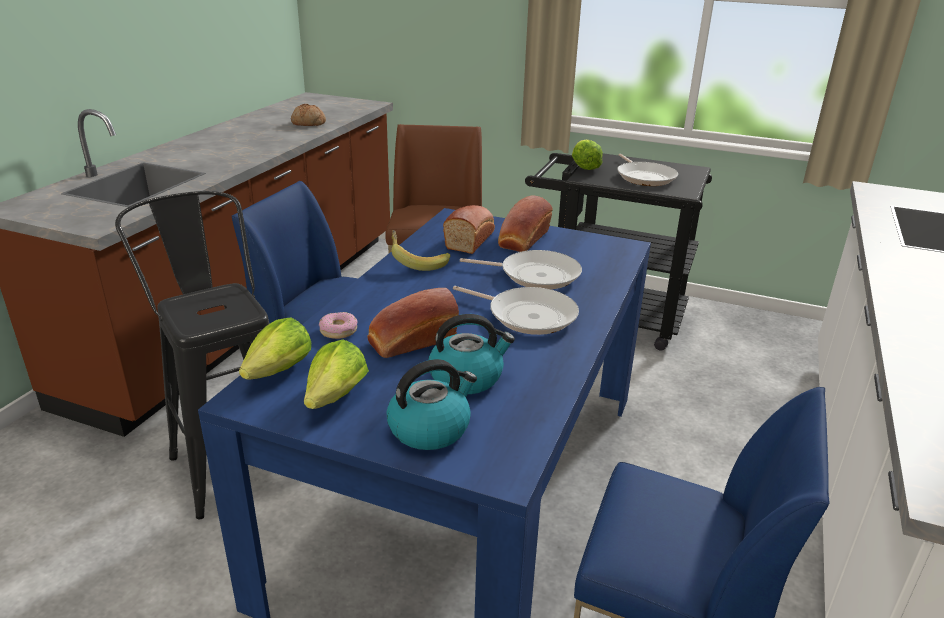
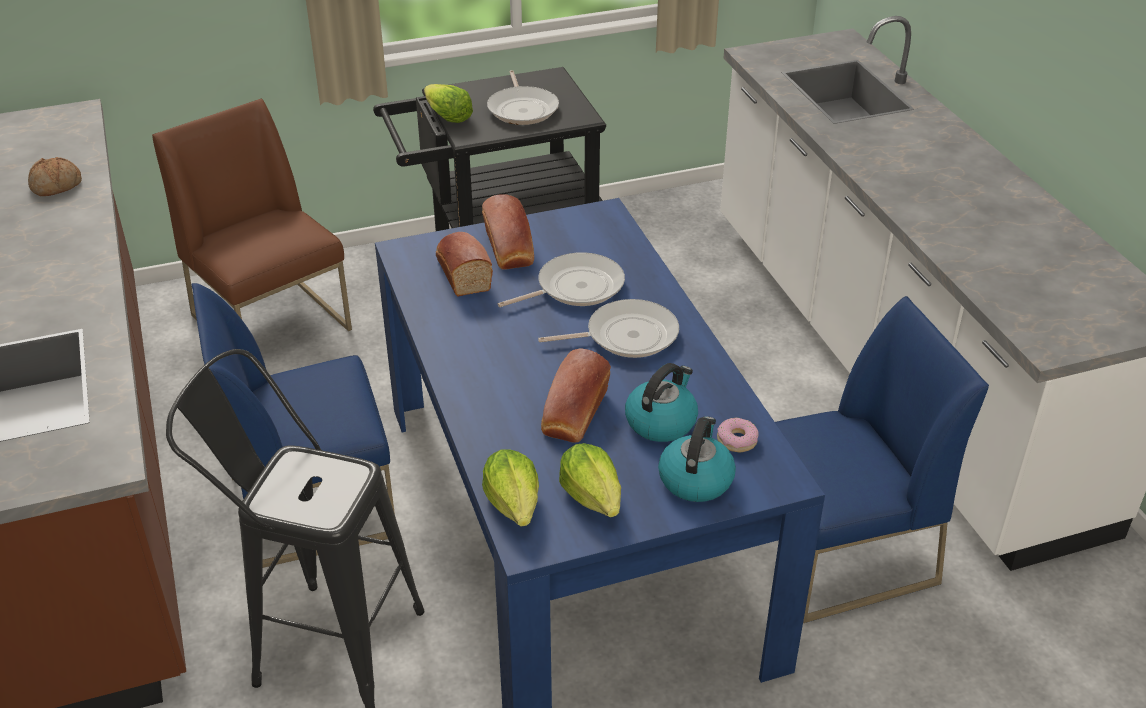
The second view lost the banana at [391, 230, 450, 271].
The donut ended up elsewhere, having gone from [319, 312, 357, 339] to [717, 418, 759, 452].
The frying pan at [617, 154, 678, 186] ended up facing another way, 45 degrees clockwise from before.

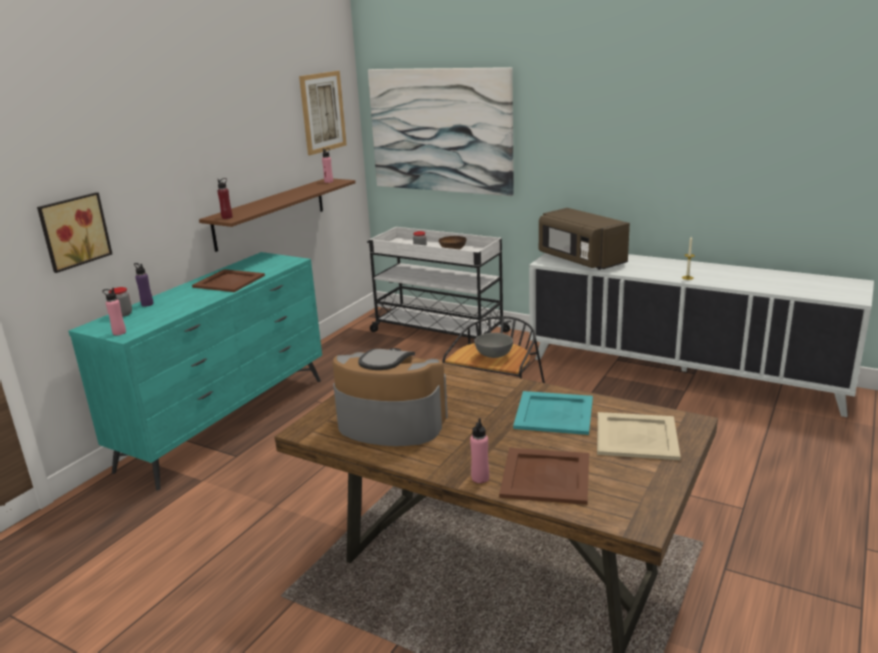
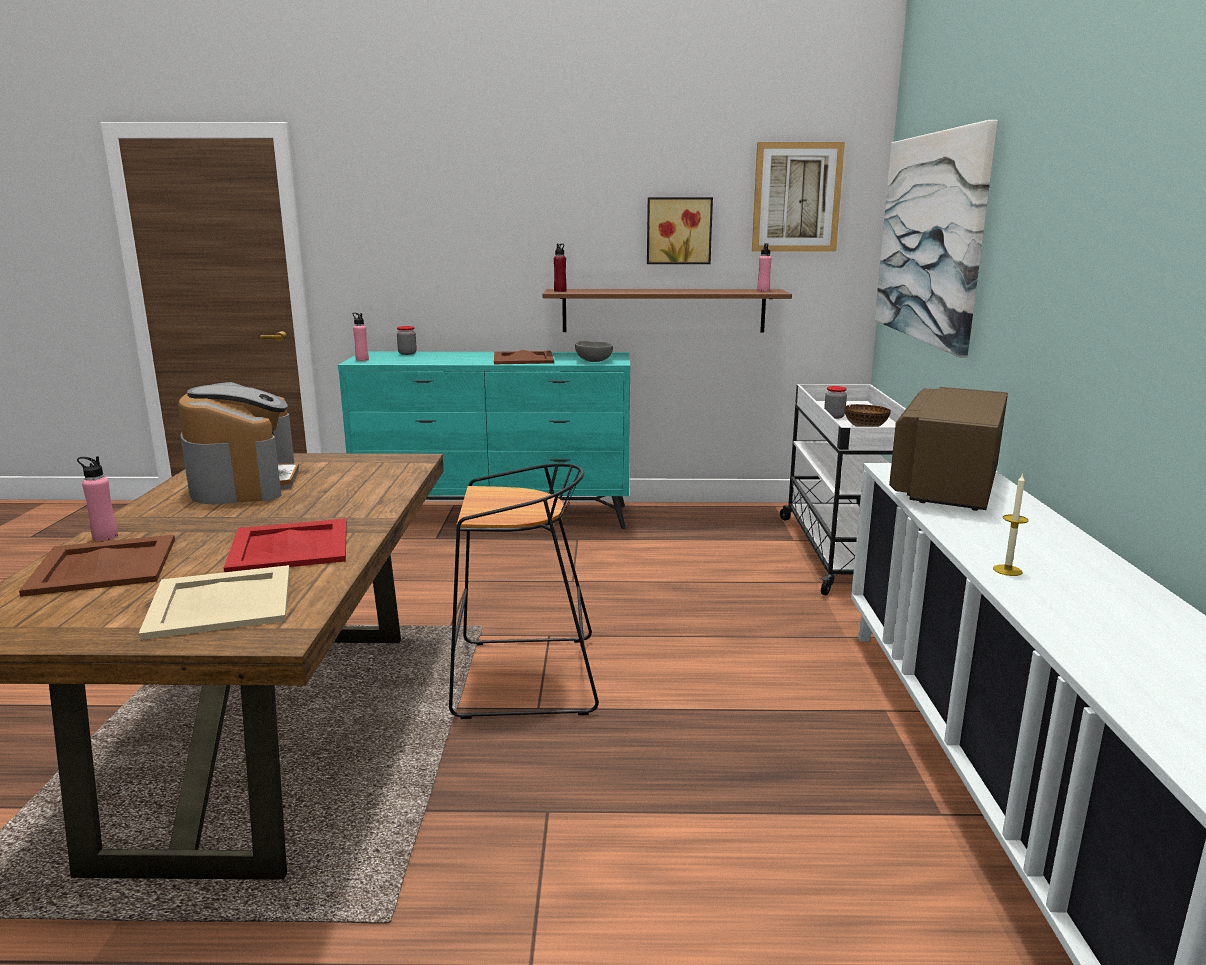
The second view lost the purple bottle at [134, 263, 154, 307].
The picture ended up elsewhere, having gone from [37, 192, 112, 273] to [647, 197, 713, 264].
The grey bowl ended up elsewhere, having gone from [474, 333, 513, 358] to [575, 341, 613, 362].
What was the turquoise tray at [513, 391, 593, 435] turned into the red tray at [224, 519, 347, 572].

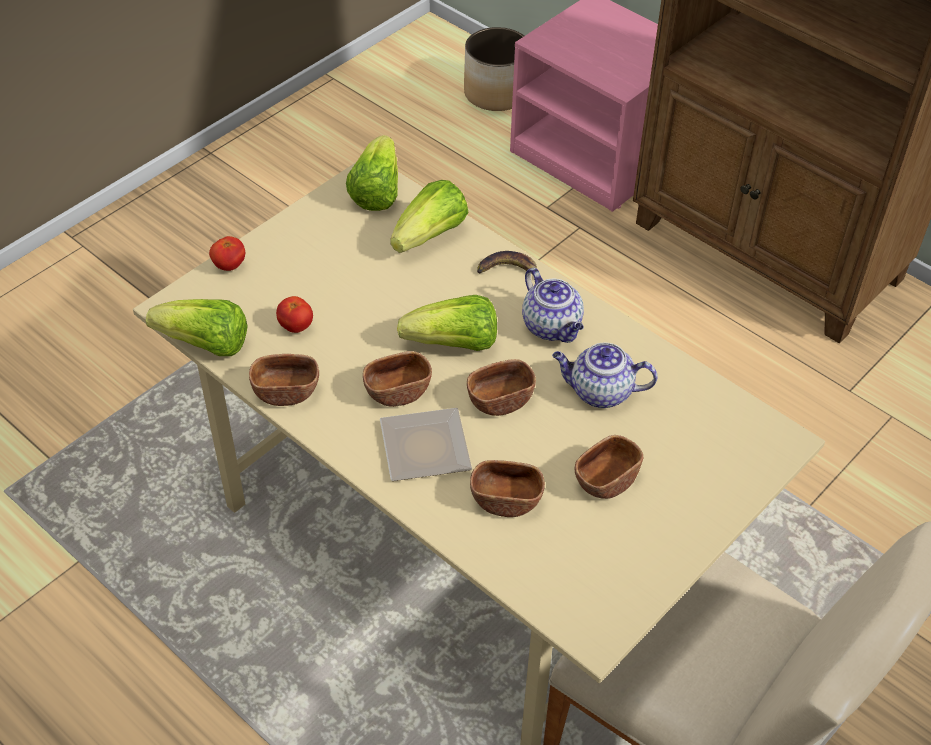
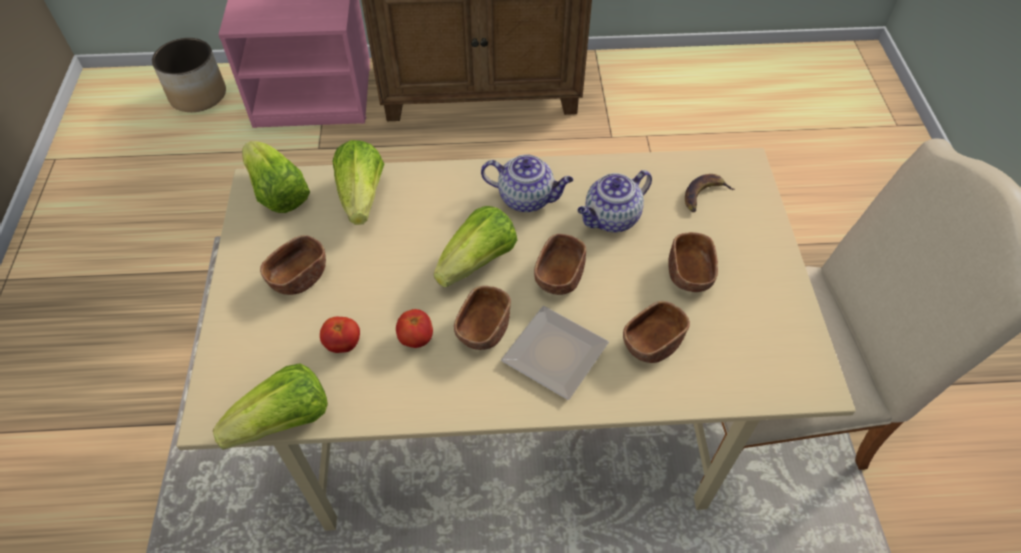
The tomato ended up elsewhere, having gone from [209, 236, 245, 271] to [396, 309, 433, 348].
The brown bowl ended up elsewhere, having gone from [249, 354, 319, 406] to [260, 235, 326, 295].
The banana ended up elsewhere, having gone from [477, 251, 537, 280] to [685, 174, 735, 212].

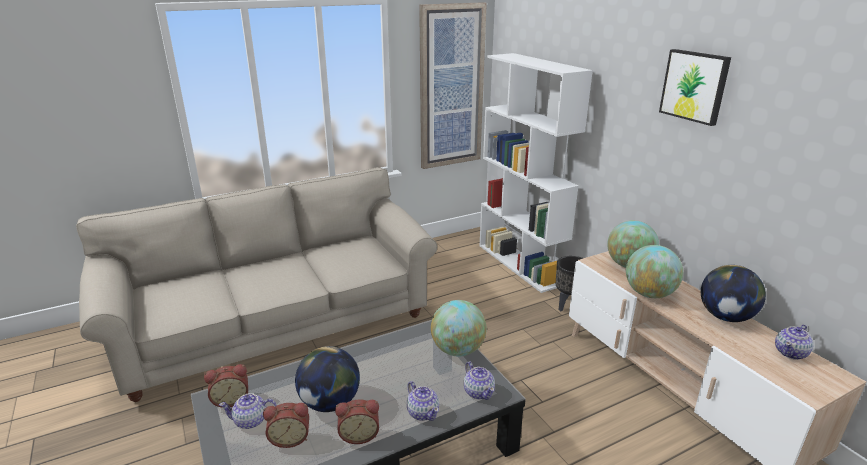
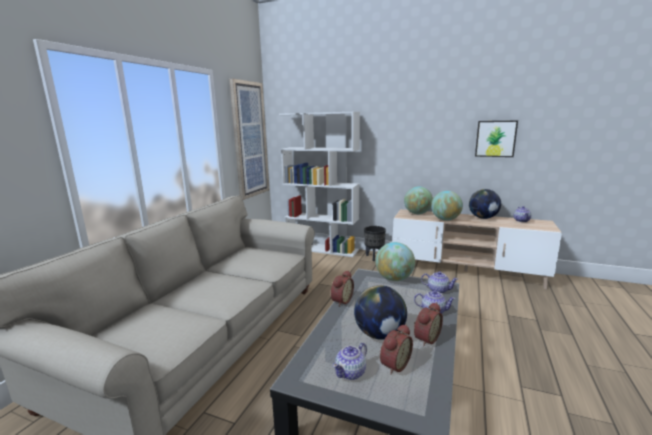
The alarm clock ended up elsewhere, having gone from [204, 364, 248, 408] to [331, 270, 354, 306].
The picture ended up elsewhere, having gone from [659, 49, 731, 126] to [475, 120, 518, 157].

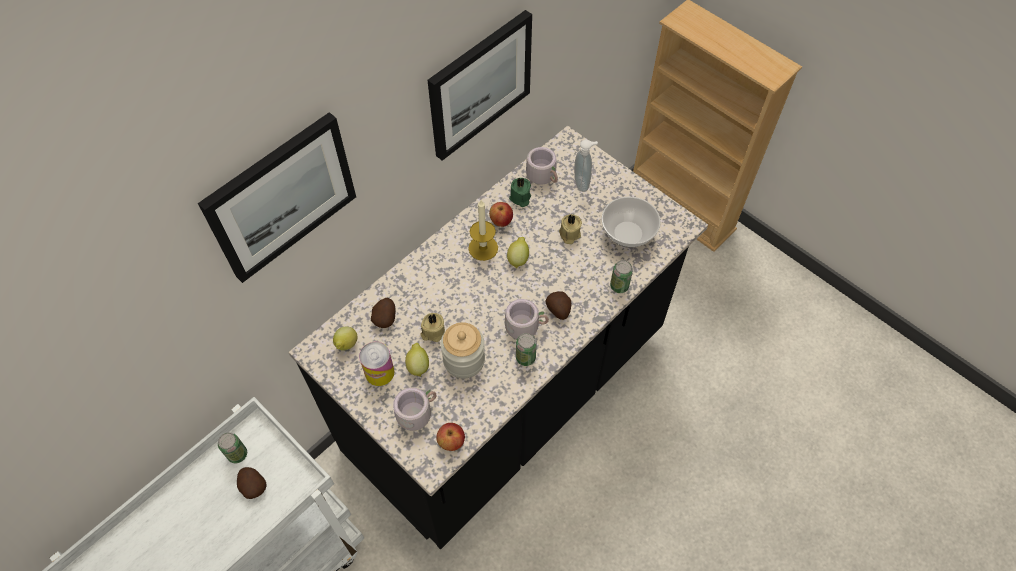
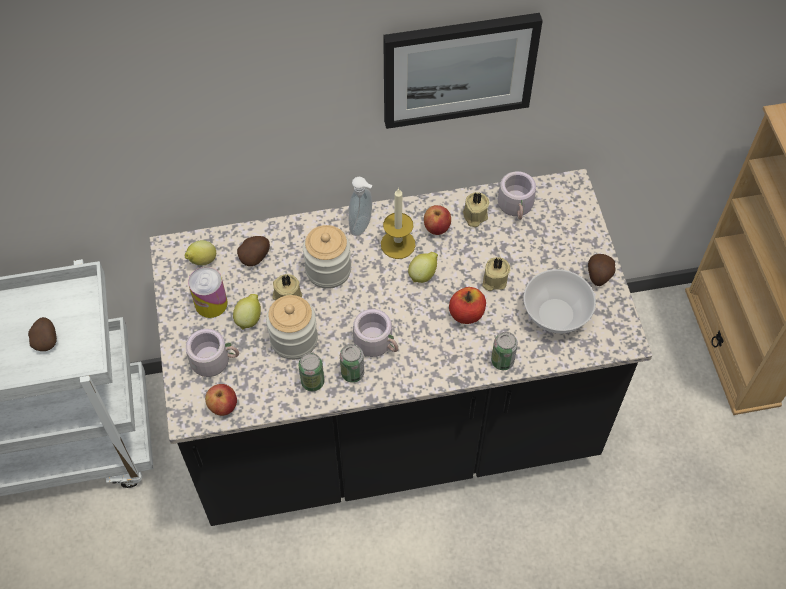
The second view lost the picture at [198, 112, 356, 283].
The second view gained the jar at [303, 225, 351, 289].
The second view gained the apple at [449, 287, 486, 324].
The can ended up elsewhere, having gone from [218, 433, 247, 463] to [298, 353, 324, 391].
The potato ended up elsewhere, having gone from [546, 291, 571, 320] to [588, 254, 615, 286].
The soap dispenser ended up elsewhere, having gone from [574, 140, 598, 192] to [348, 177, 373, 236].
What was the green candle at [509, 178, 531, 207] turned into the beige candle at [463, 192, 490, 227].

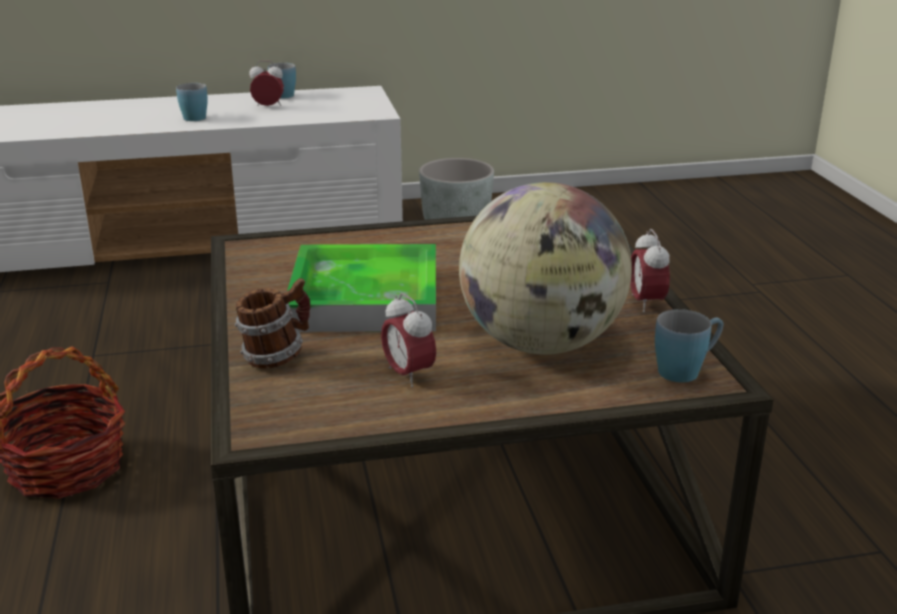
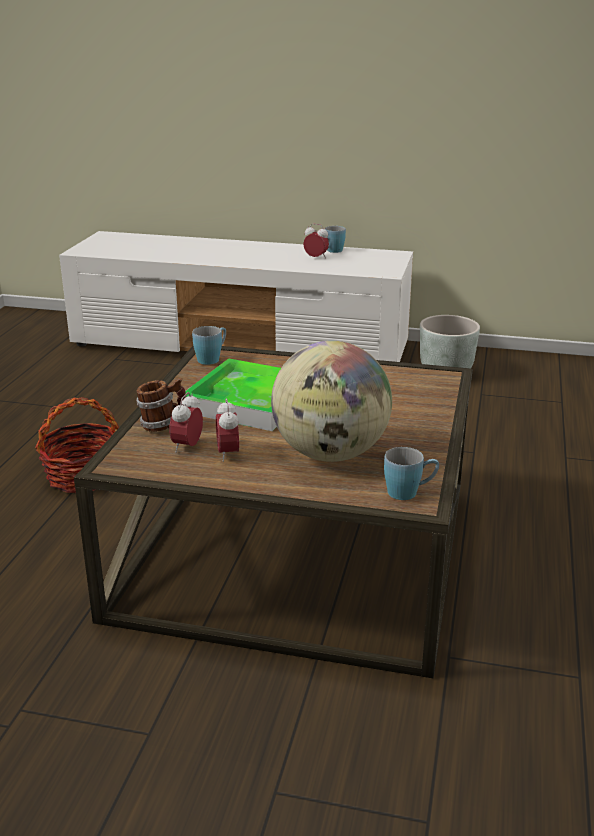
The blue mug ended up elsewhere, having gone from [176, 83, 208, 121] to [192, 326, 226, 365].
The alarm clock ended up elsewhere, having gone from [630, 229, 670, 312] to [169, 392, 203, 453].

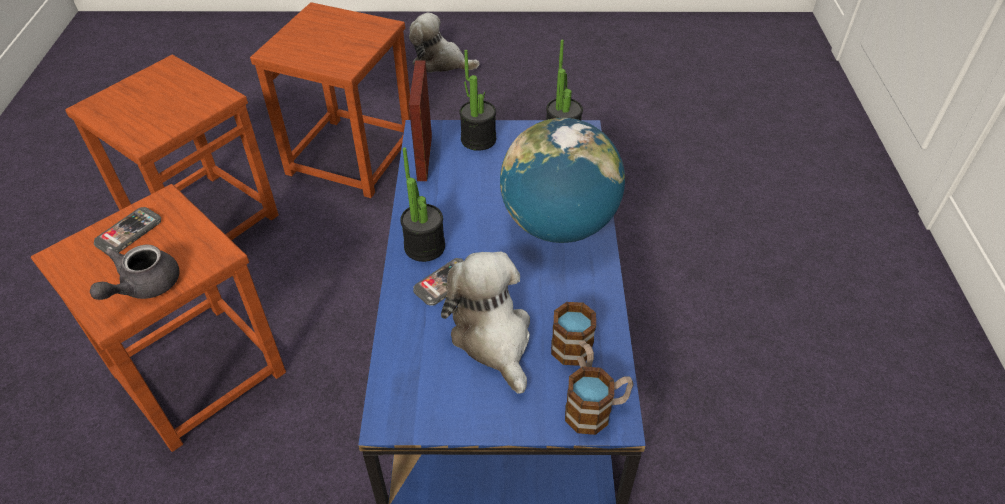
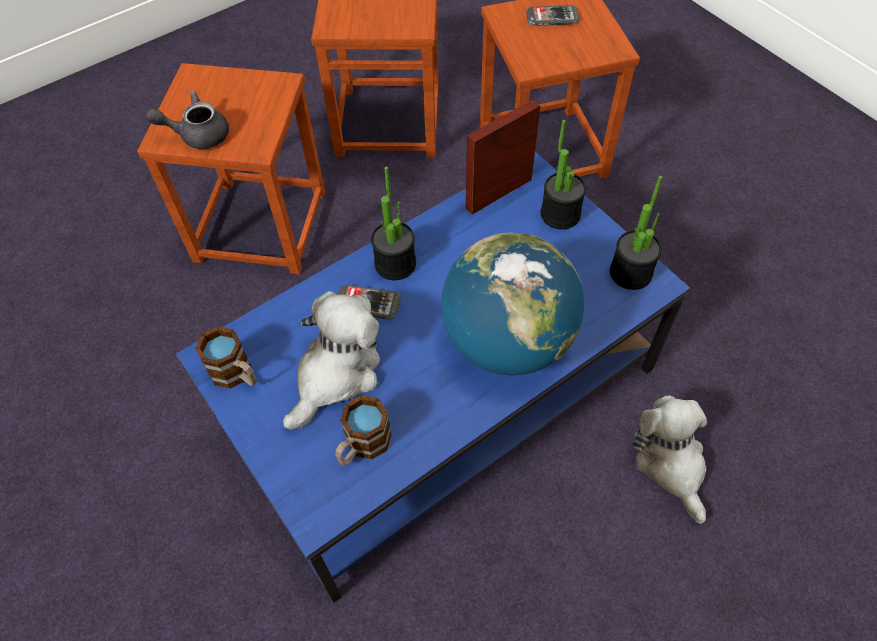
The phone ended up elsewhere, having gone from [94, 207, 161, 253] to [526, 5, 579, 26].
The plush toy ended up elsewhere, having gone from [409, 13, 480, 73] to [632, 395, 707, 524].
The mug ended up elsewhere, having gone from [565, 366, 634, 435] to [195, 326, 257, 389].

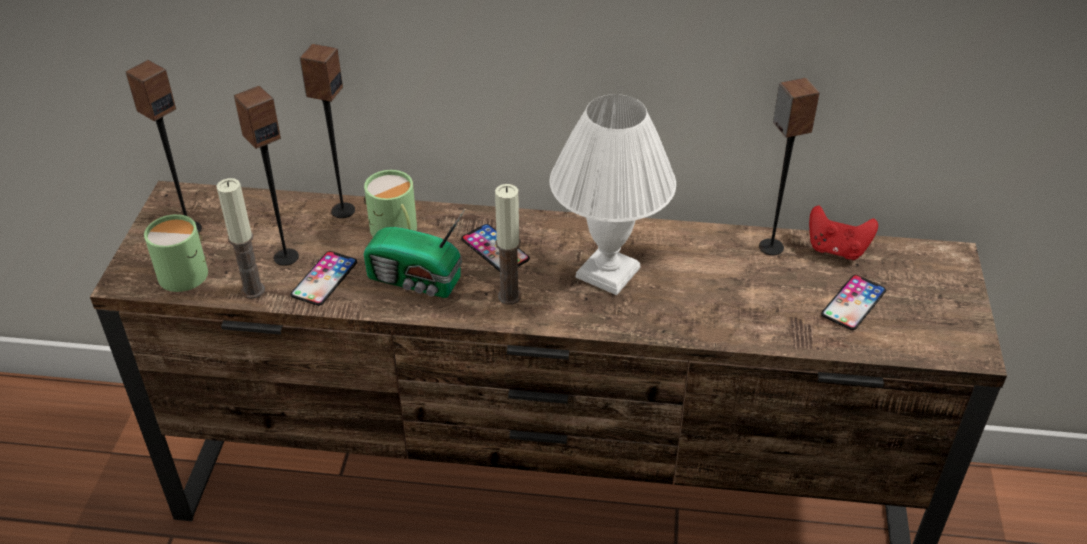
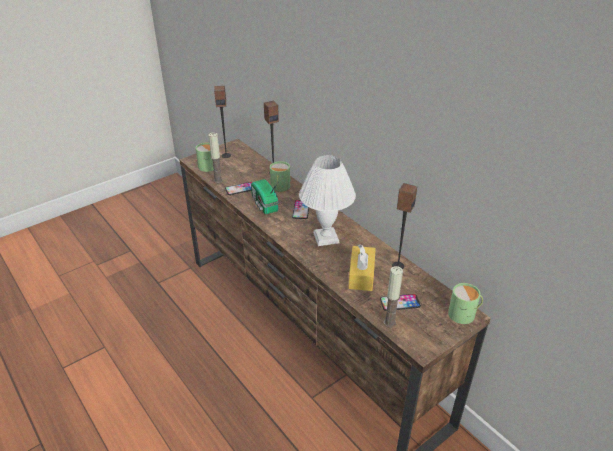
The second view lost the speaker at [234, 86, 299, 266].
The second view lost the red game controller at [809, 205, 878, 260].
The second view gained the yellow tissue box at [348, 244, 376, 291].
The second view gained the green mug at [448, 283, 483, 324].
The candle ended up elsewhere, having gone from [495, 184, 521, 305] to [384, 266, 403, 328].

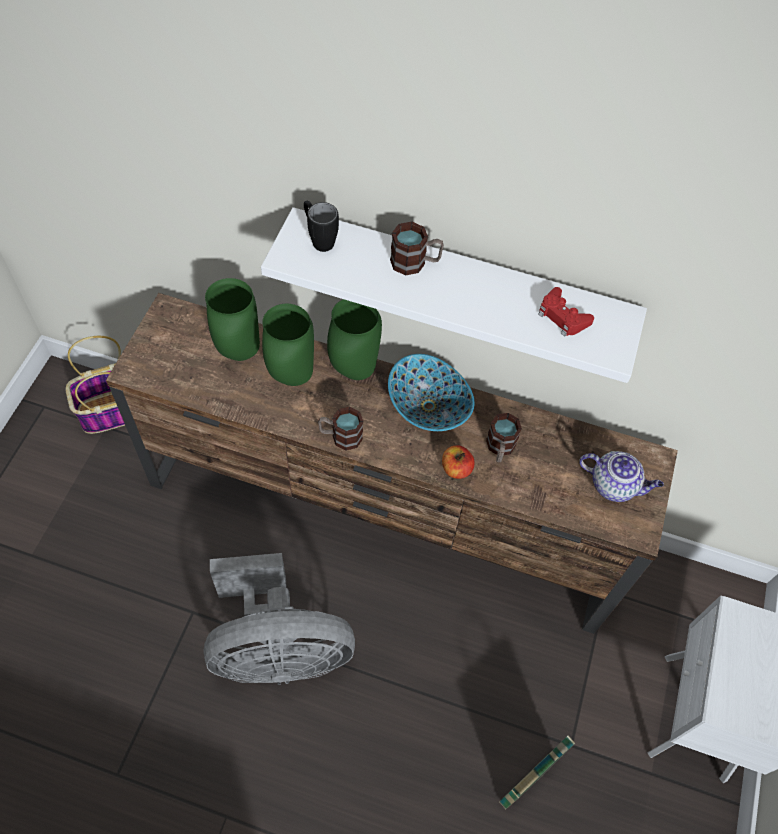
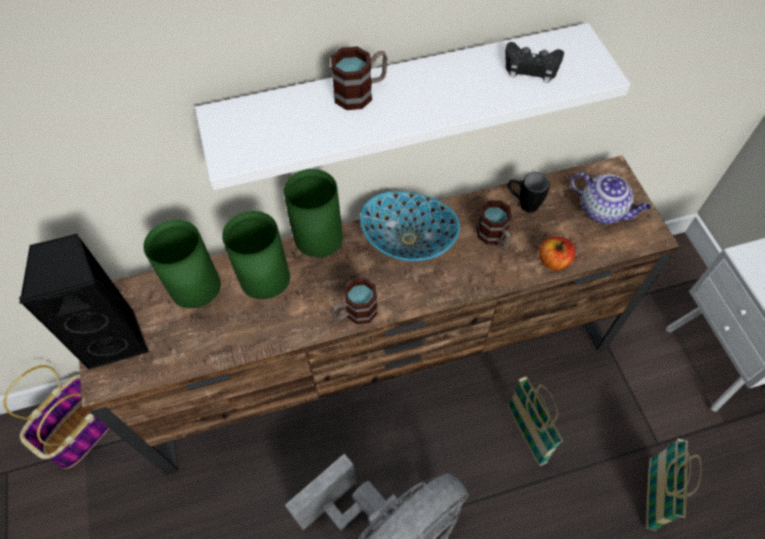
The second view gained the black speaker at [19, 234, 149, 370].
The second view gained the basket at [507, 376, 563, 466].
The black mug ended up elsewhere, having gone from [304, 201, 339, 252] to [508, 172, 550, 213].
The apple ended up elsewhere, having gone from [442, 446, 475, 479] to [539, 237, 575, 270].
What was the red game controller at [539, 287, 594, 337] turned into the black game controller at [505, 42, 564, 83].
The teapot at [579, 451, 664, 502] ended up facing another way, 45 degrees clockwise from before.

